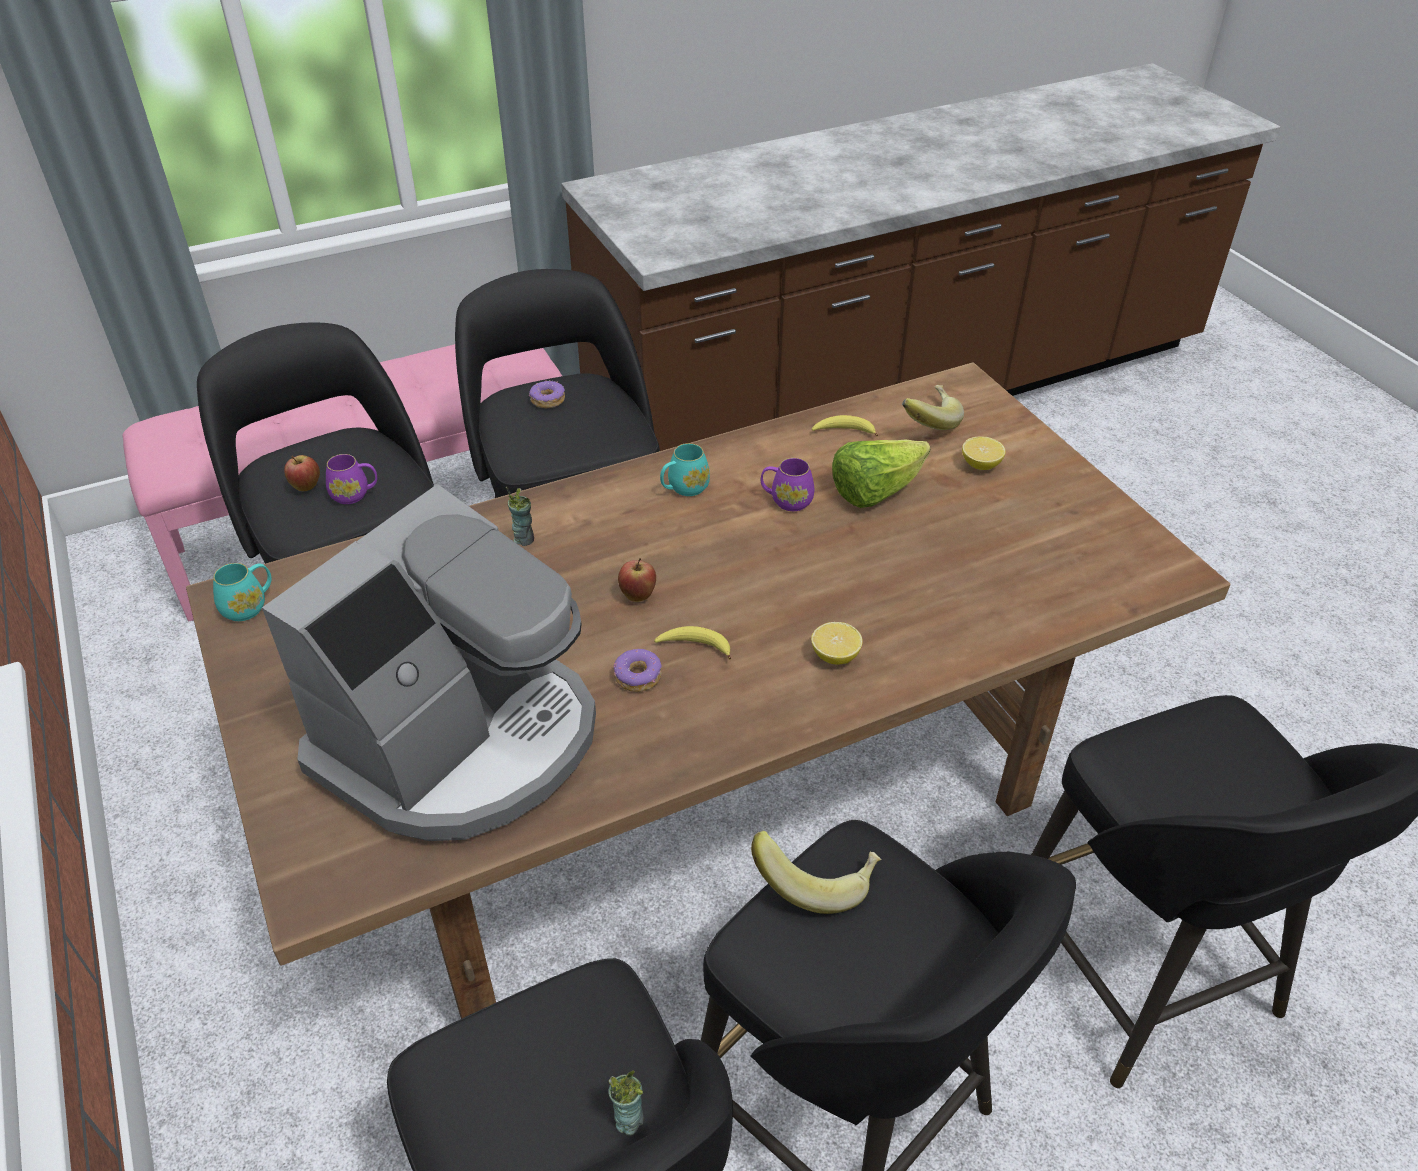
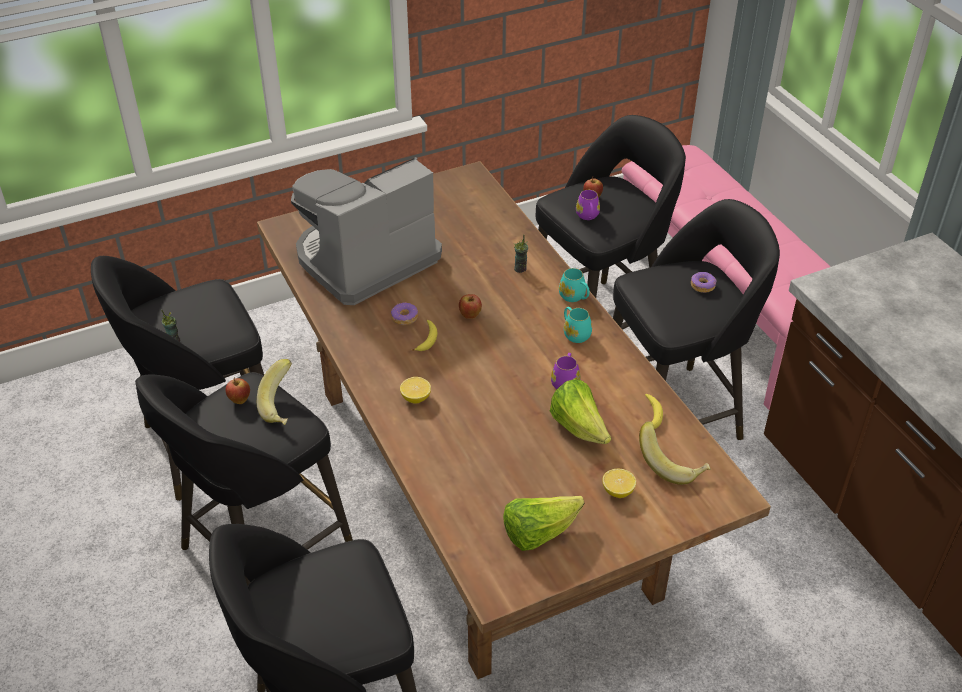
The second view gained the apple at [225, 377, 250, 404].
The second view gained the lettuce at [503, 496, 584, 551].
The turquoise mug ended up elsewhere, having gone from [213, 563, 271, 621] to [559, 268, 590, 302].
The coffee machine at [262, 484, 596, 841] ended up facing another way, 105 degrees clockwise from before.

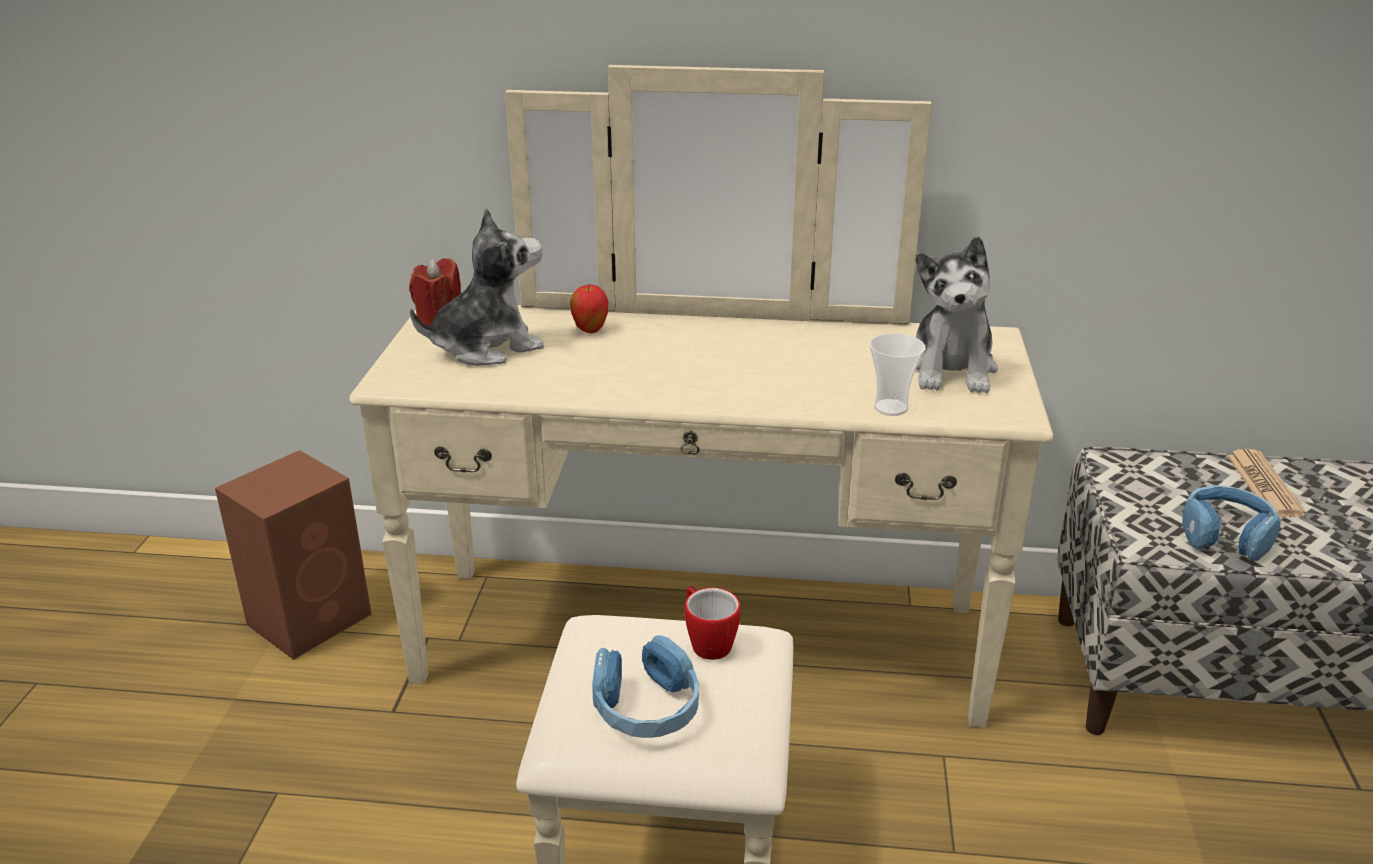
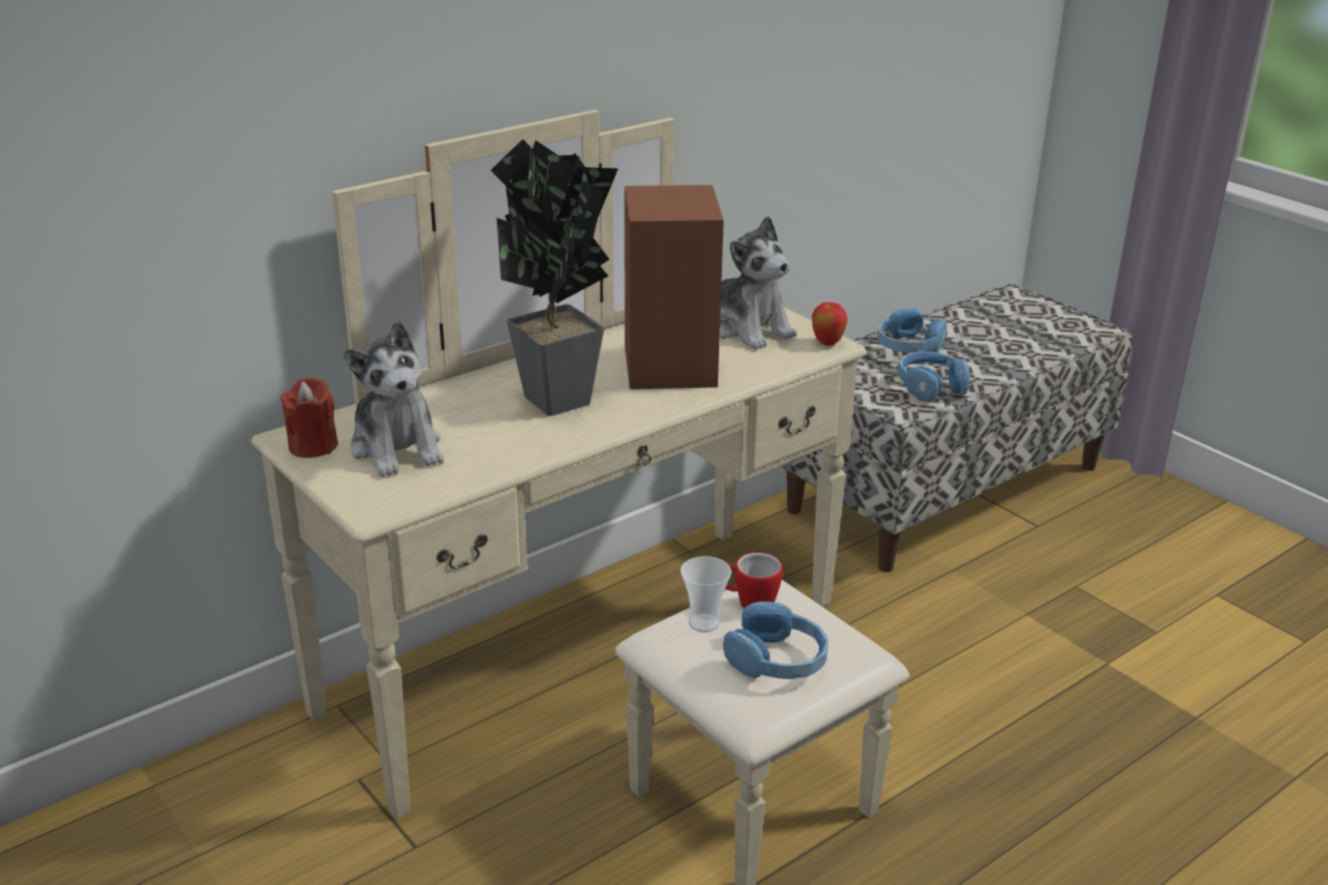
The second view gained the potted plant at [491, 139, 618, 416].
The brown speaker ended up elsewhere, having gone from [215, 450, 372, 660] to [624, 185, 724, 389].
The apple ended up elsewhere, having gone from [570, 284, 608, 333] to [812, 302, 847, 346].
The cup ended up elsewhere, having gone from [869, 333, 925, 416] to [680, 556, 732, 633].
Where the newspaper stood at [1227, 449, 1307, 517], the blue headphones came to stand at [877, 308, 947, 353].
The plush toy at [410, 208, 544, 366] ended up facing another way, 135 degrees clockwise from before.

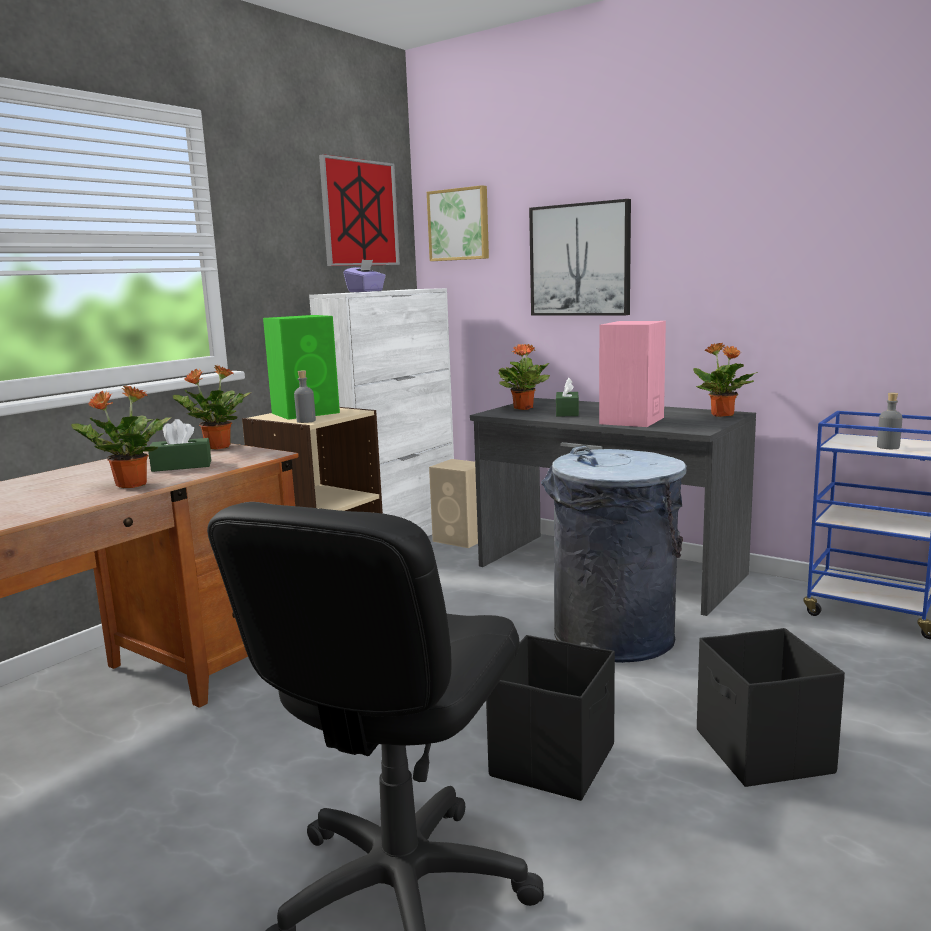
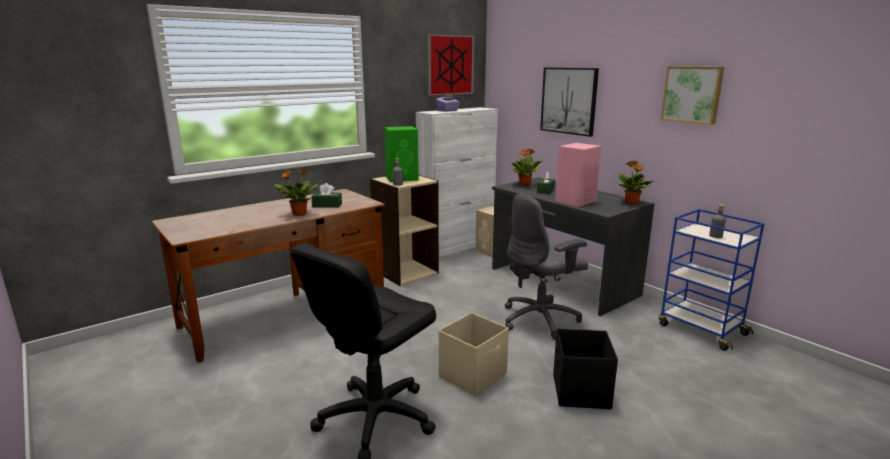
The second view lost the potted plant at [173, 365, 250, 450].
The picture ended up elsewhere, having gone from [427, 185, 489, 261] to [661, 66, 724, 125].
Where the grey trash can stood at [541, 446, 687, 663], the grey office chair came to stand at [504, 193, 588, 340].
What was the black storage box at [486, 635, 615, 801] turned into the beige storage box at [439, 313, 509, 396].

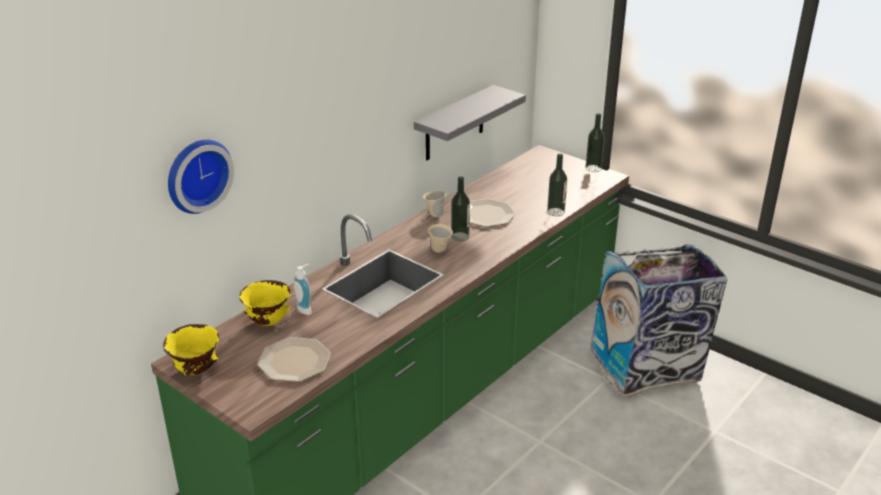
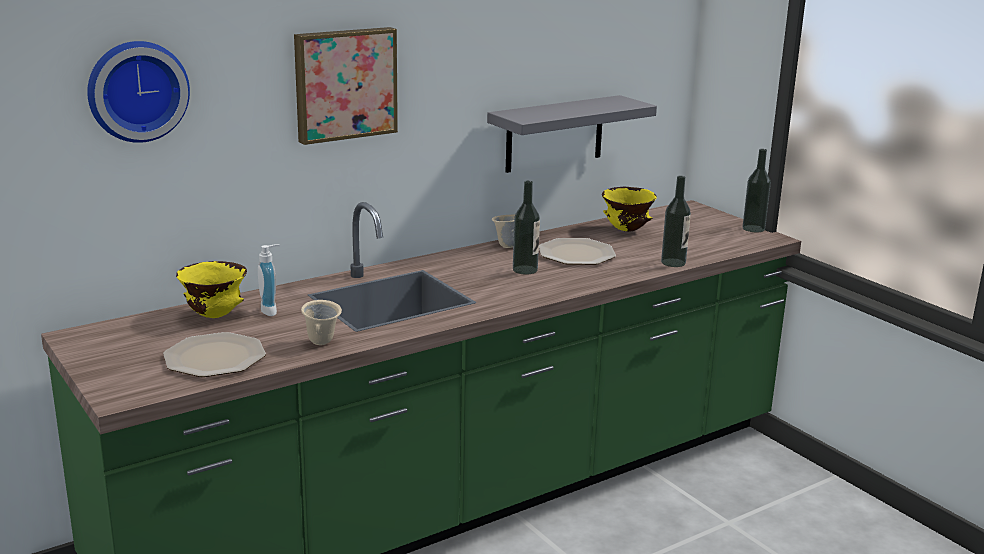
The second view lost the trash can at [590, 244, 727, 397].
The second view gained the picture at [294, 27, 398, 145].
The yellow bowl ended up elsewhere, having gone from [163, 324, 219, 375] to [602, 187, 657, 232].
The beige mug ended up elsewhere, having gone from [428, 224, 453, 253] to [301, 300, 342, 345].

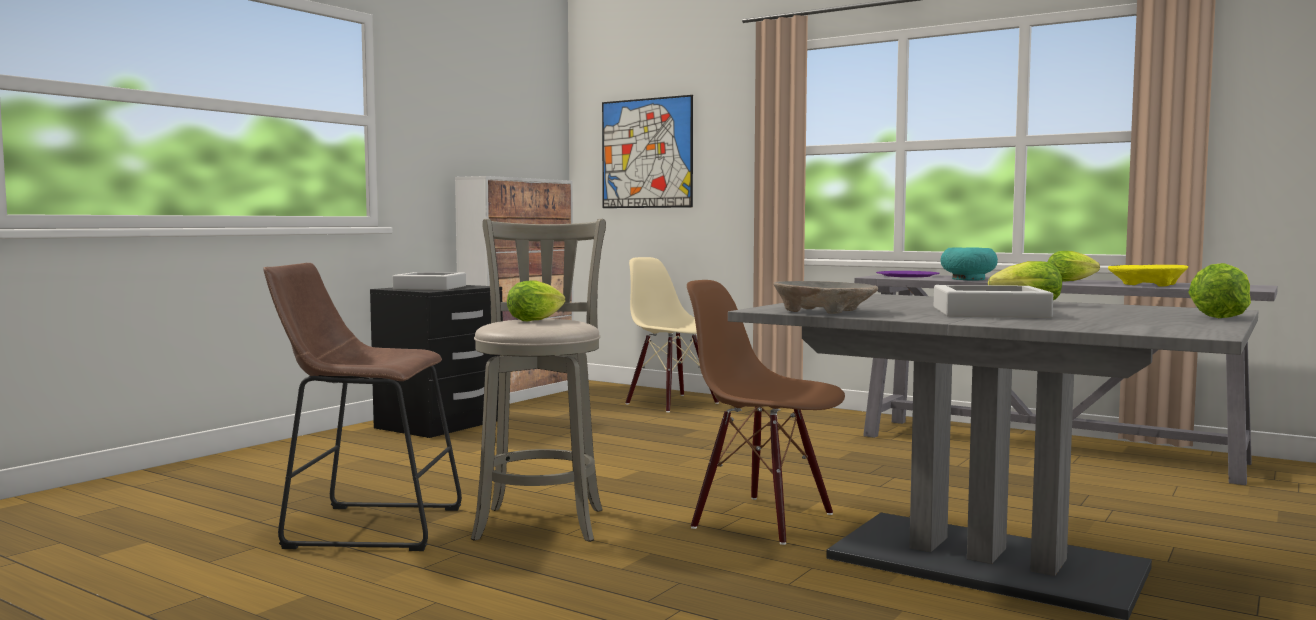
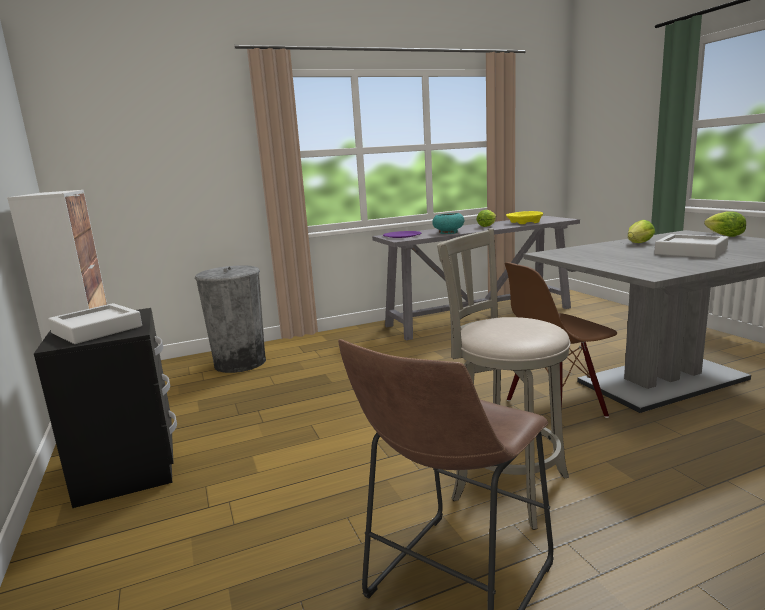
The second view lost the lettuce at [507, 281, 565, 321].
The second view lost the picture at [602, 95, 693, 208].
The second view lost the beige bowl at [773, 281, 878, 314].
Where the beige chair stood at [625, 257, 719, 412], the grey trash can came to stand at [195, 265, 266, 373].

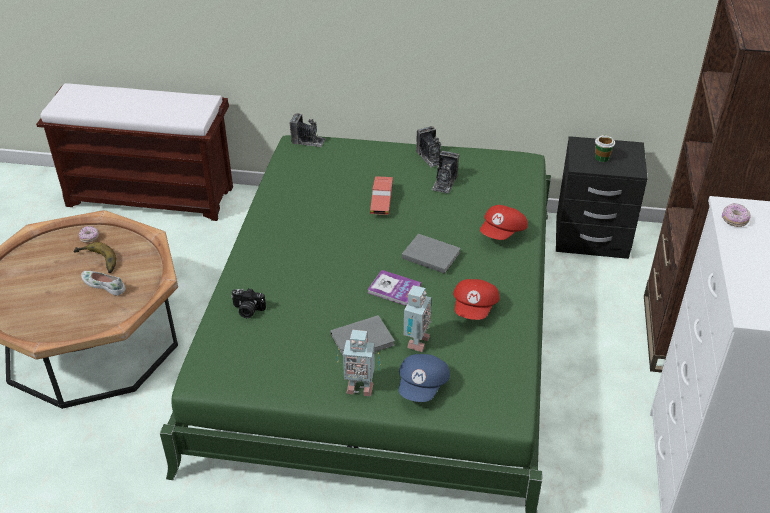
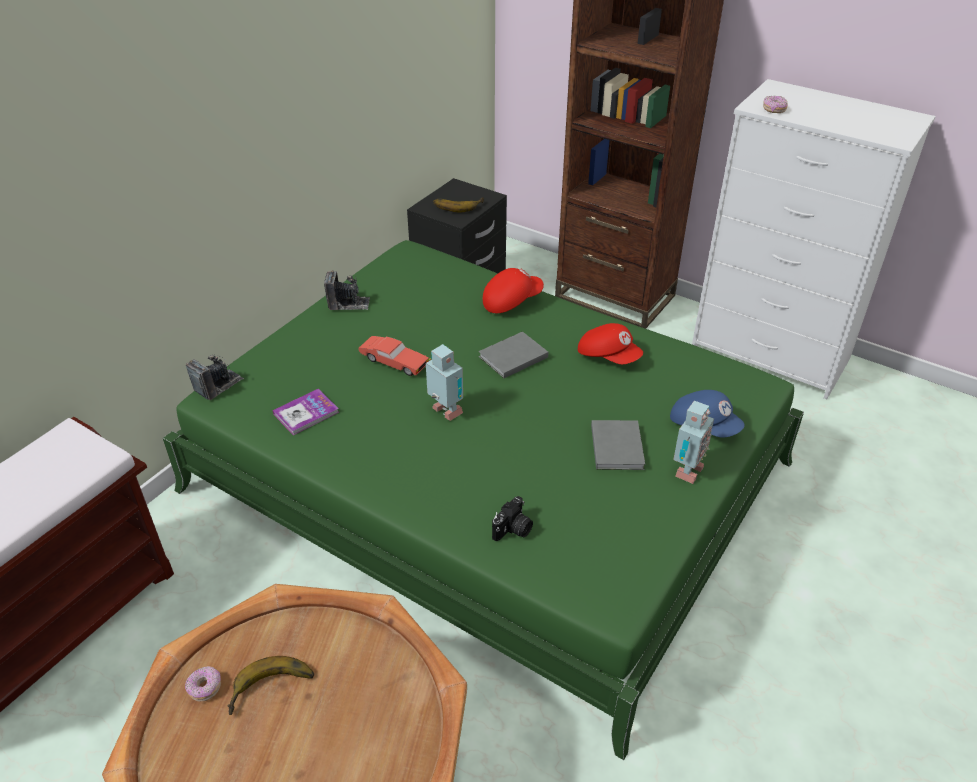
The second view lost the white shoe at [81, 271, 126, 296].
The second view lost the photo camera at [432, 151, 459, 193].
The book ended up elsewhere, having gone from [367, 270, 421, 306] to [273, 389, 339, 435].
The toy robot ended up elsewhere, having gone from [404, 285, 432, 352] to [426, 344, 463, 421].
Where the cup stood at [595, 135, 615, 162], the banana came to stand at [433, 197, 484, 212].
The red cap at [480, 205, 528, 240] ended up facing another way, 90 degrees counterclockwise from before.

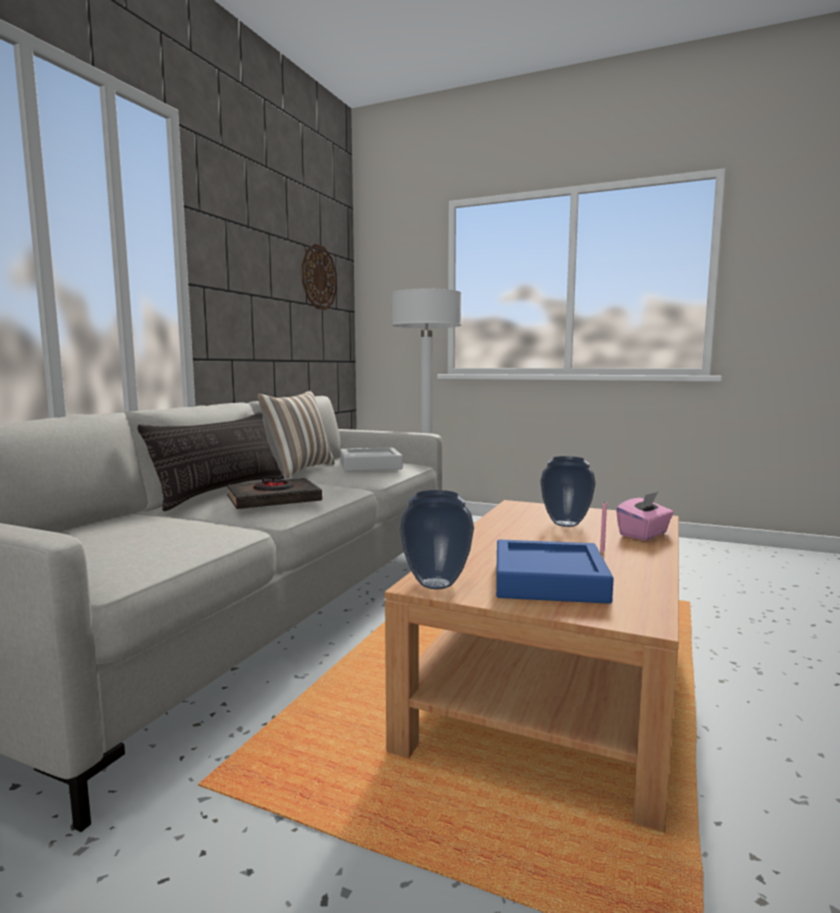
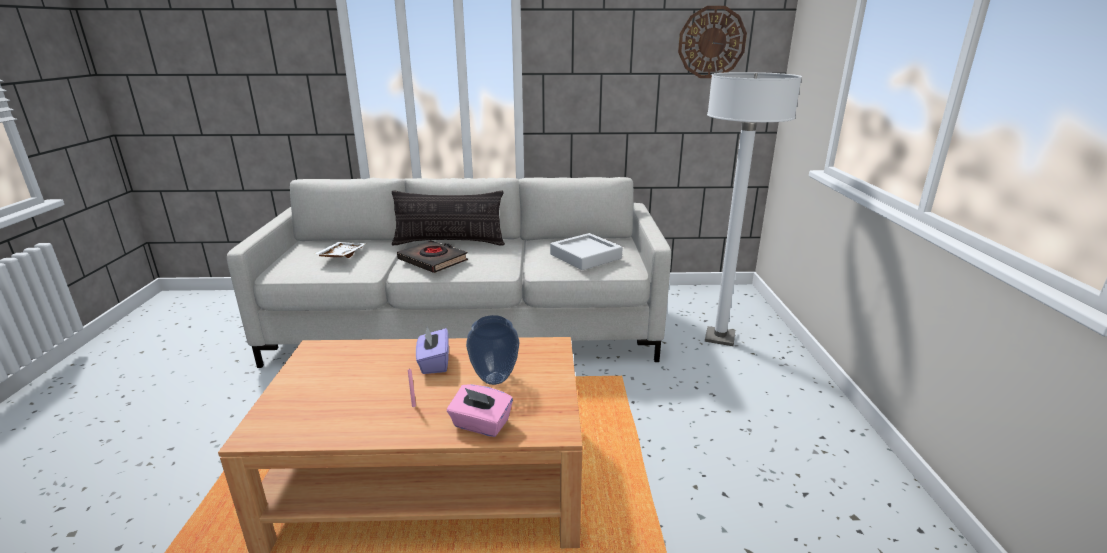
The second view lost the pillow at [257, 391, 335, 478].
The second view lost the vase at [400, 490, 474, 589].
The second view lost the blue tray at [496, 540, 614, 604].
The second view gained the white tray at [314, 242, 365, 258].
The second view gained the purple tissue box at [416, 326, 449, 374].

